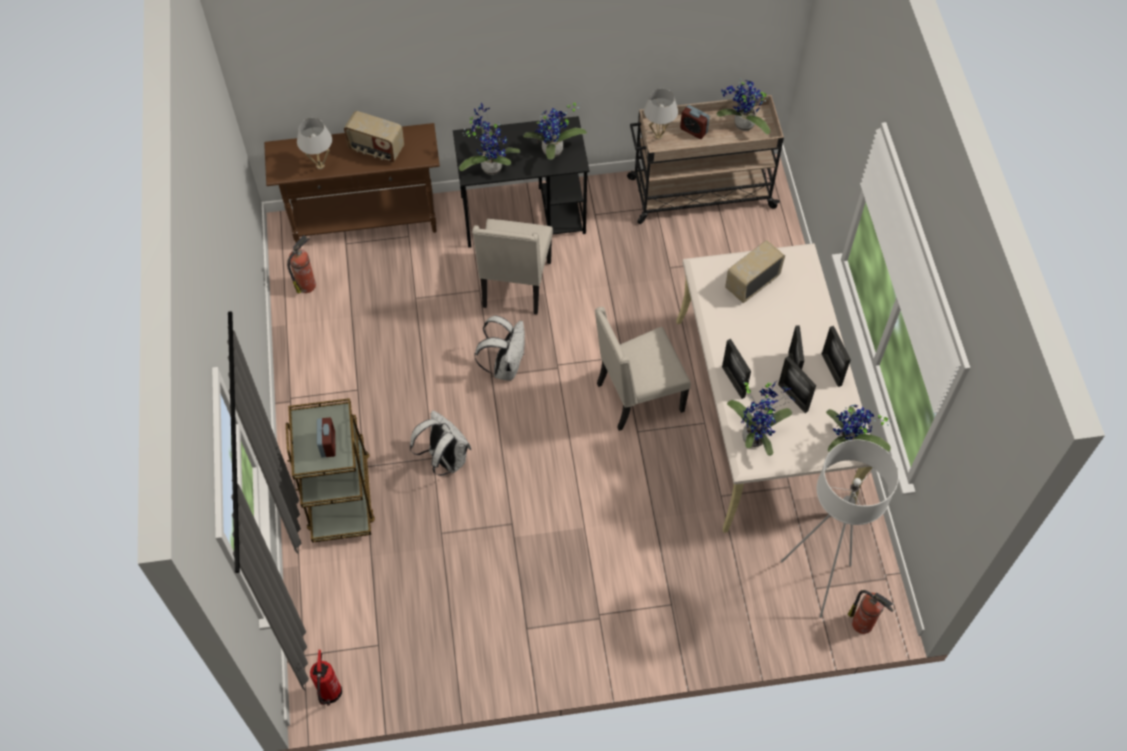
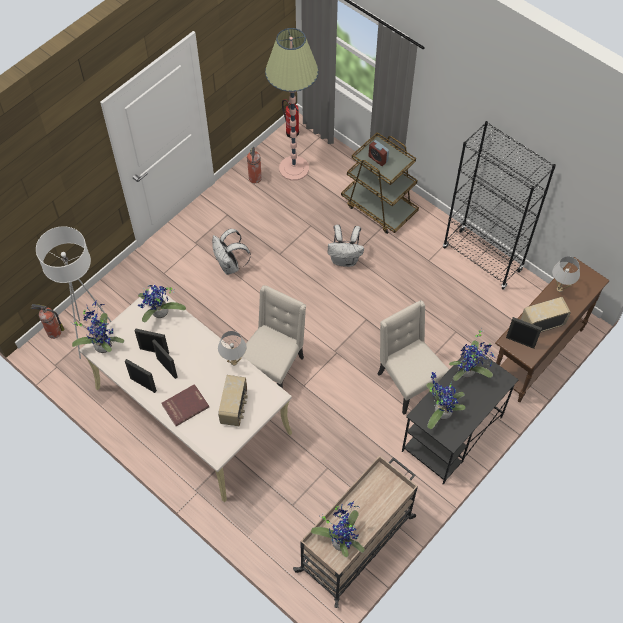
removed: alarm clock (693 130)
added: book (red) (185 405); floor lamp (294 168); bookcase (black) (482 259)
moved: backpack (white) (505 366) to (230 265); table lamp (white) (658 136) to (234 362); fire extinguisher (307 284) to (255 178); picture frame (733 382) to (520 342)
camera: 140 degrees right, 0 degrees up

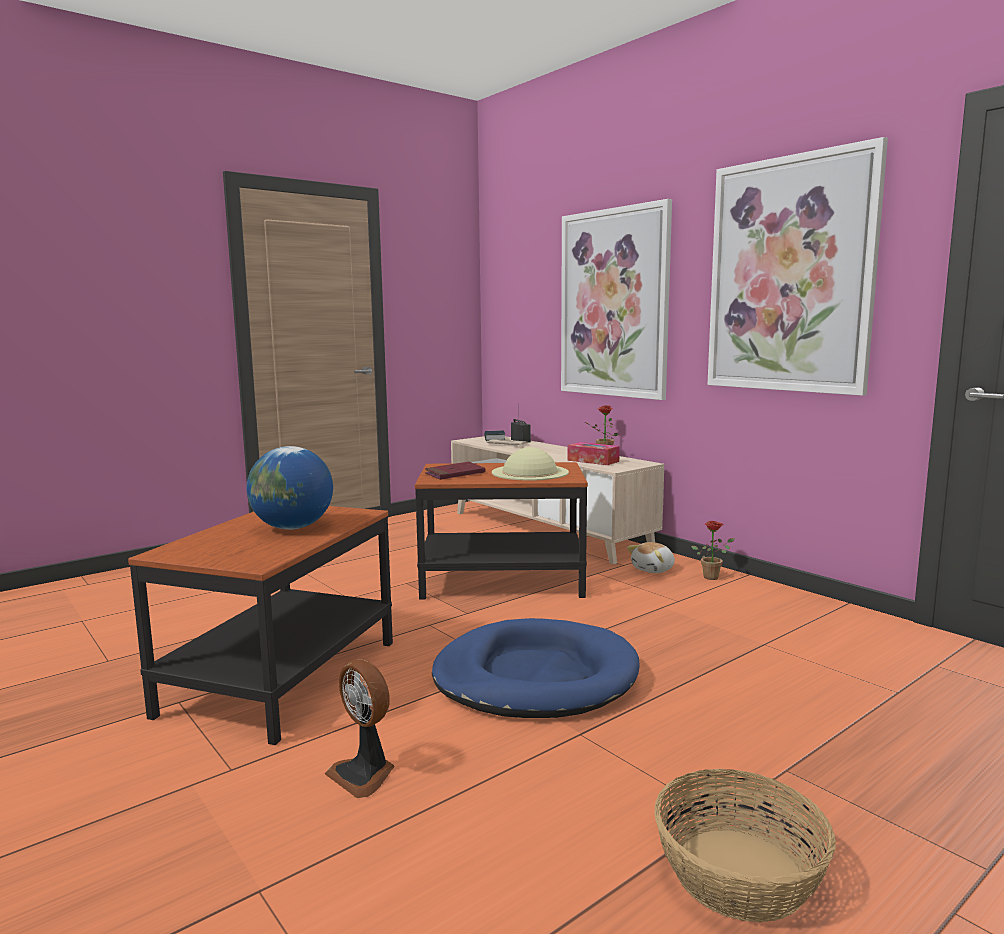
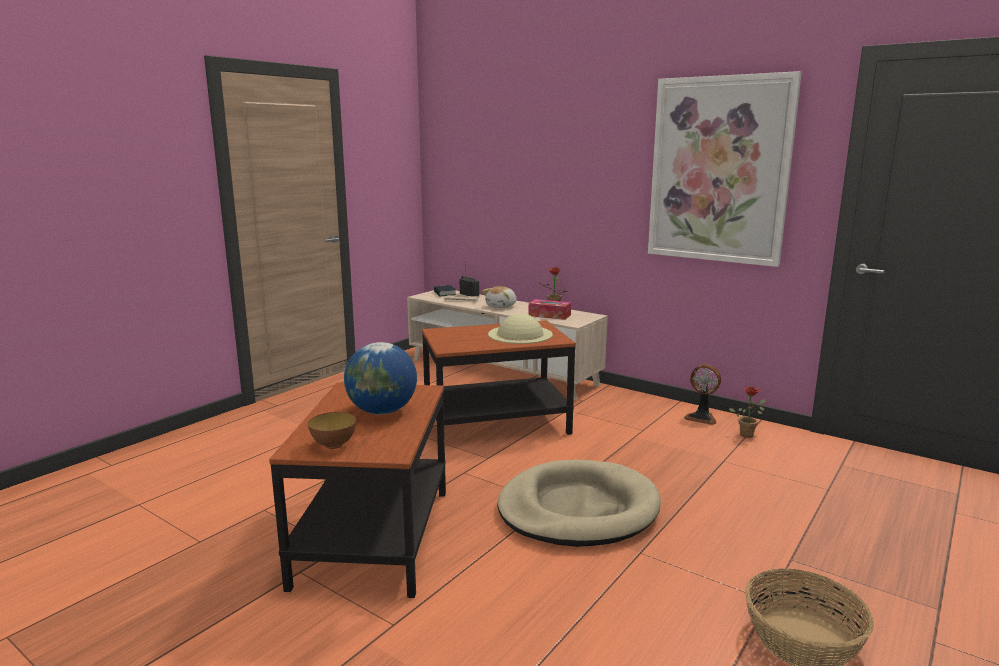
removed: book (red) (455 474); picture (614 303)
added: bowl (334 445)
moved: plush toy (654 569) to (502 306); fan (364 774) to (701 418); potted plant (713 577) to (747 434)
recoloured: dog bed (blue) (535 676) to dog bed (beige) (578 509)
camera: 15 degrees left, 5 degrees up

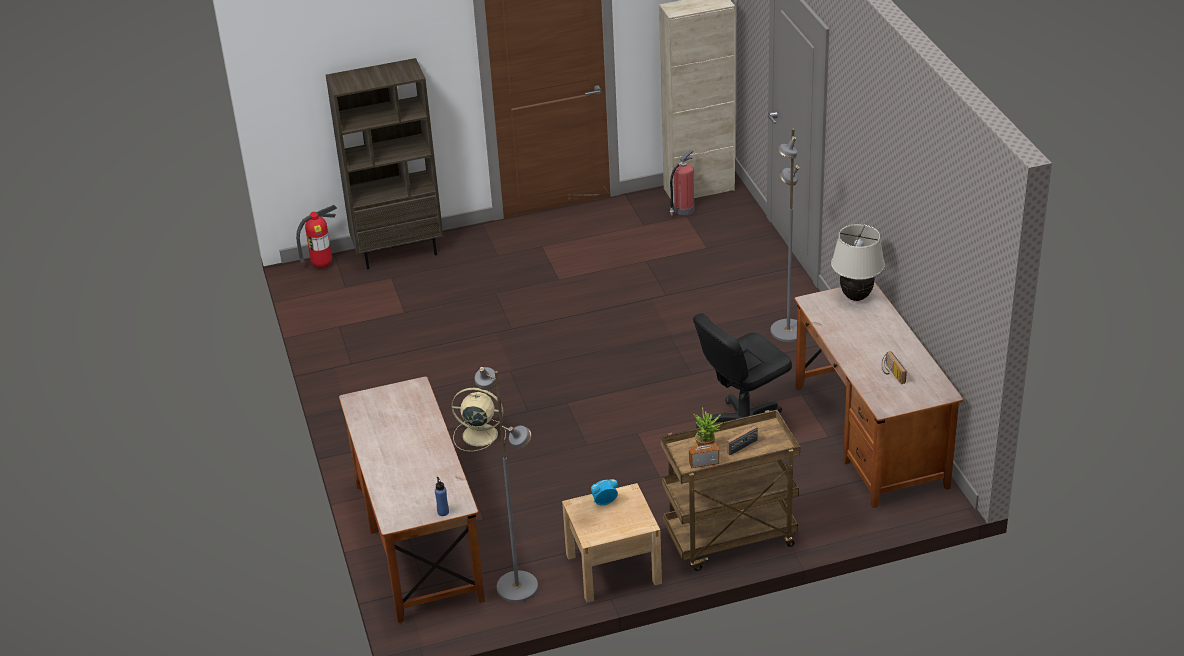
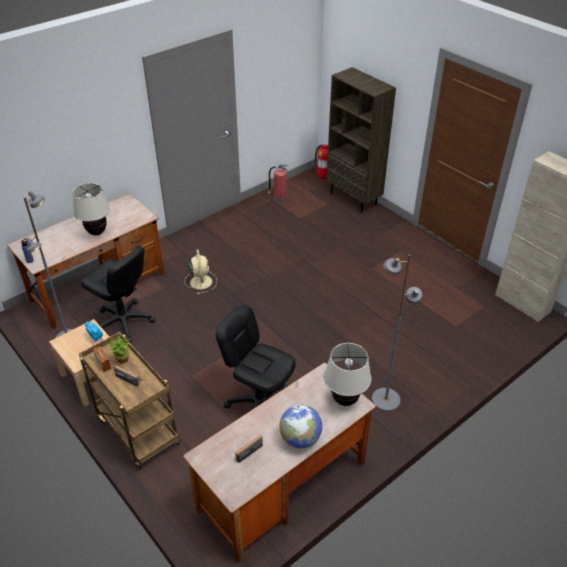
added: table lamp (beige) (97 232); office chair (black) (123 322); globe (300 439)
moved: fire extinguisher (683 210) to (279 198)
camera: 65 degrees right, 5 degrees up

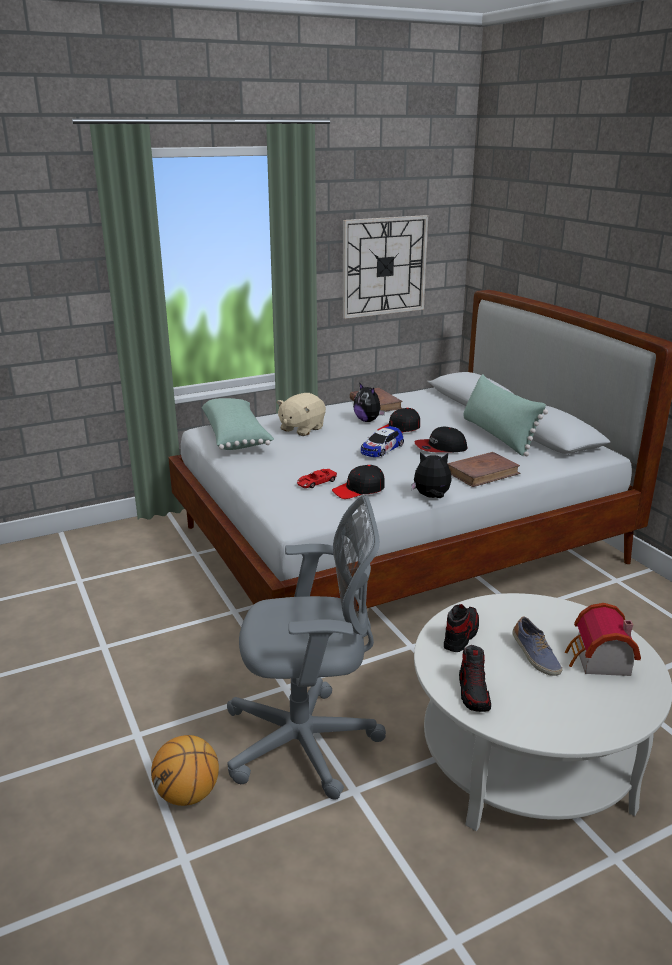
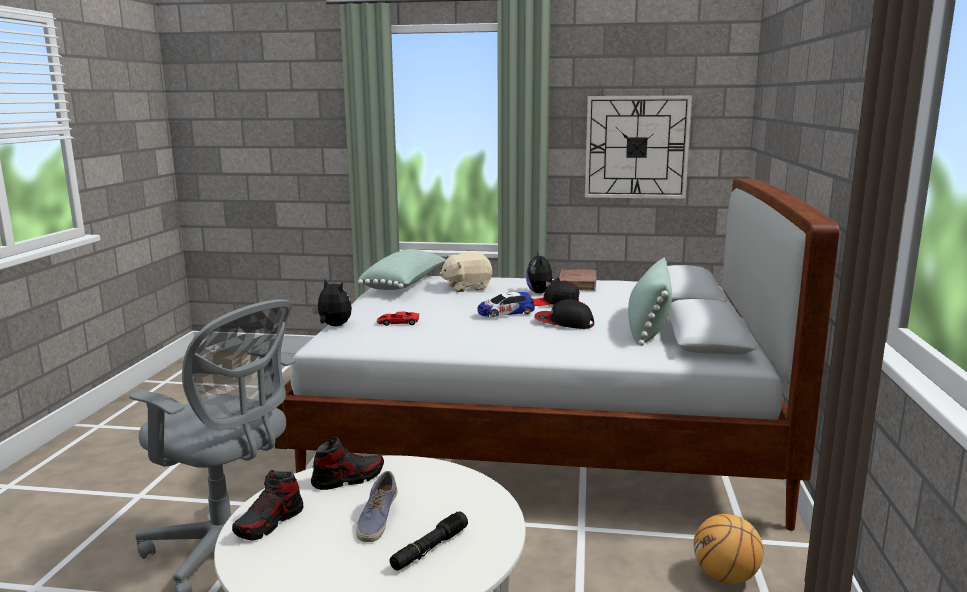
removed: cap (black) (359 490); book (brown) (482 473)
moved: plush toy (431 497) to (333 326); basketball (188 794) to (725 577)
replaced: toy house (599 661) to flashlight (black) (429 549)
camera: 35 degrees right, 10 degrees down

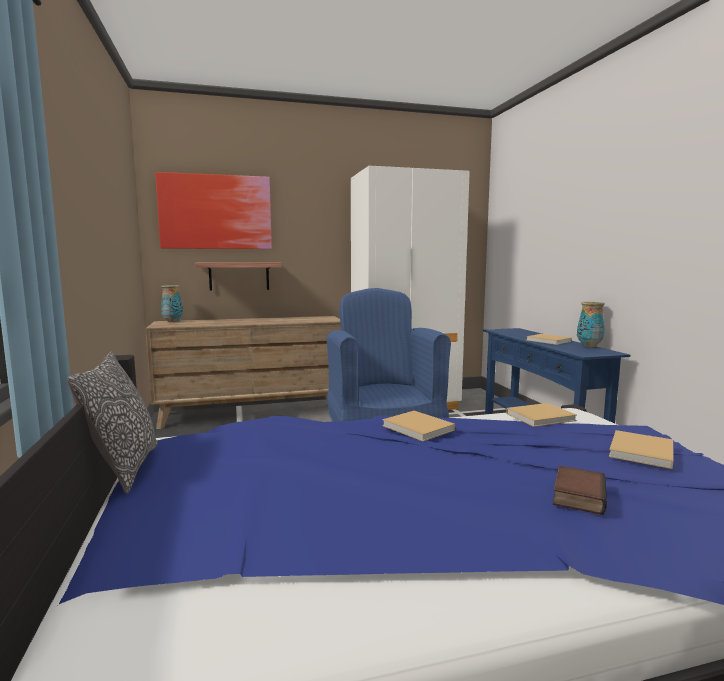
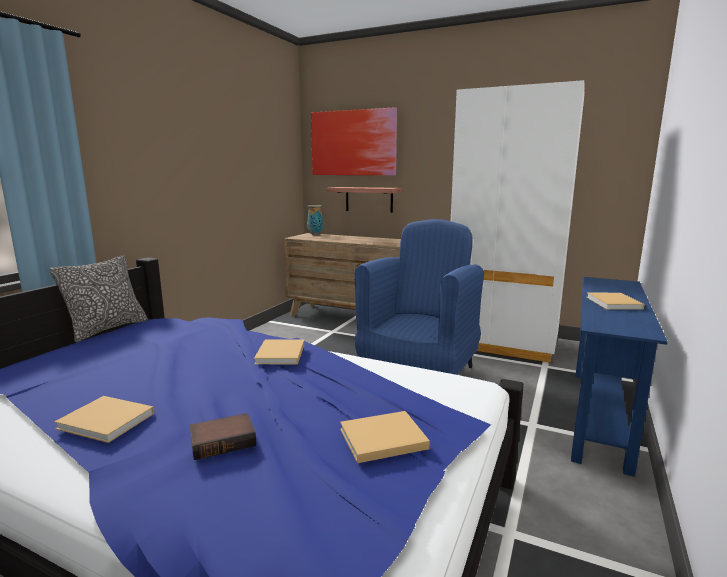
removed: vase (589 346)
moved: book (beige) (542 417) to (108 421)
camera: 40 degrees right, 5 degrees up

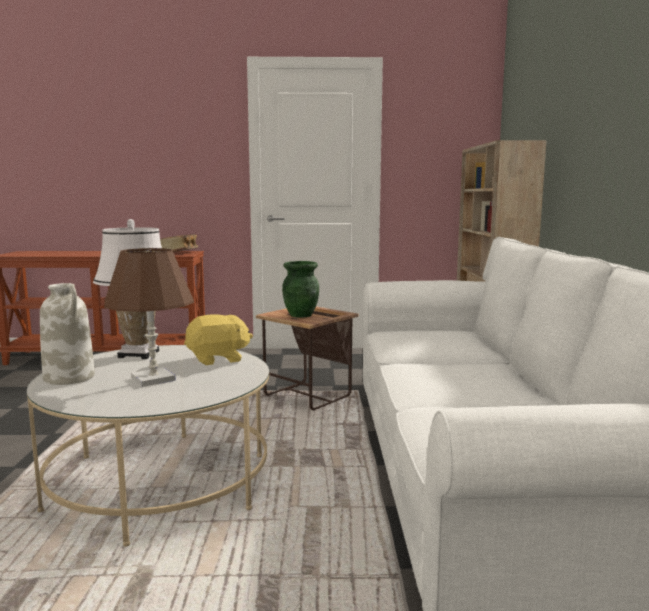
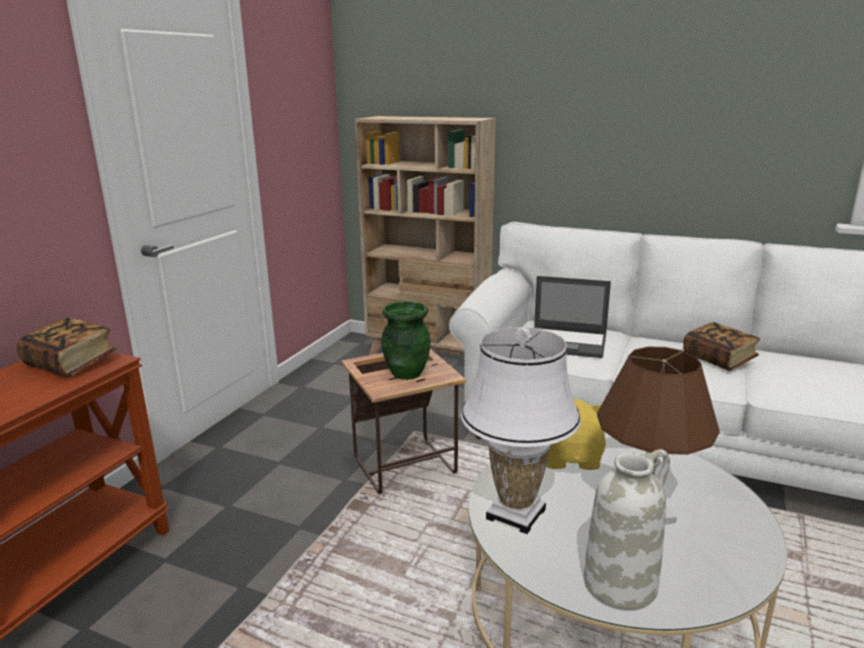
added: laptop (568 343); book (718 359)
camera: 65 degrees left, 10 degrees up

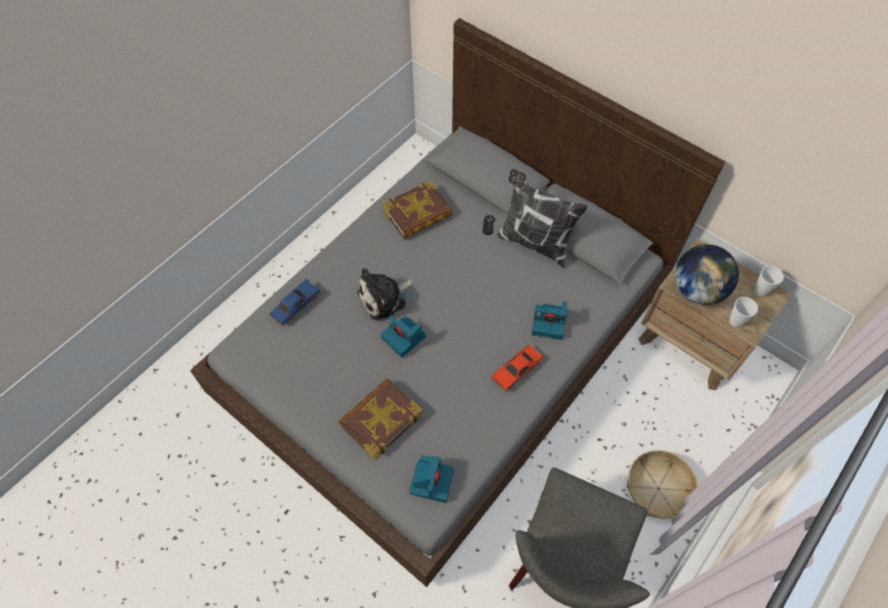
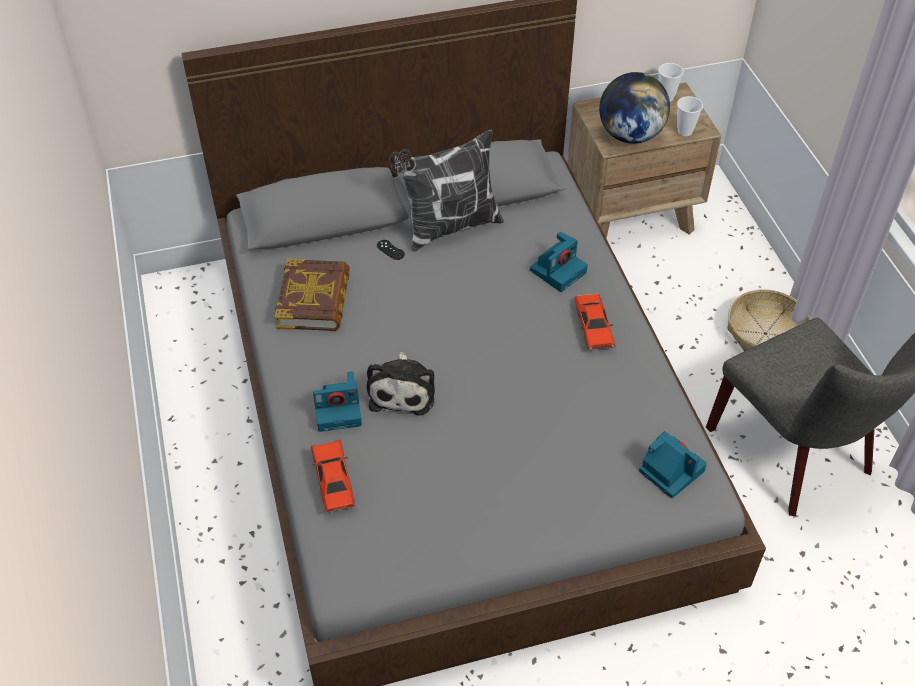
removed: book (380 419)
moved: photo camera (404 337) to (339 409)
recoloured: toy car (blue) (296 305) to toy car (red) (333 481)
camera: 55 degrees left, 10 degrees down

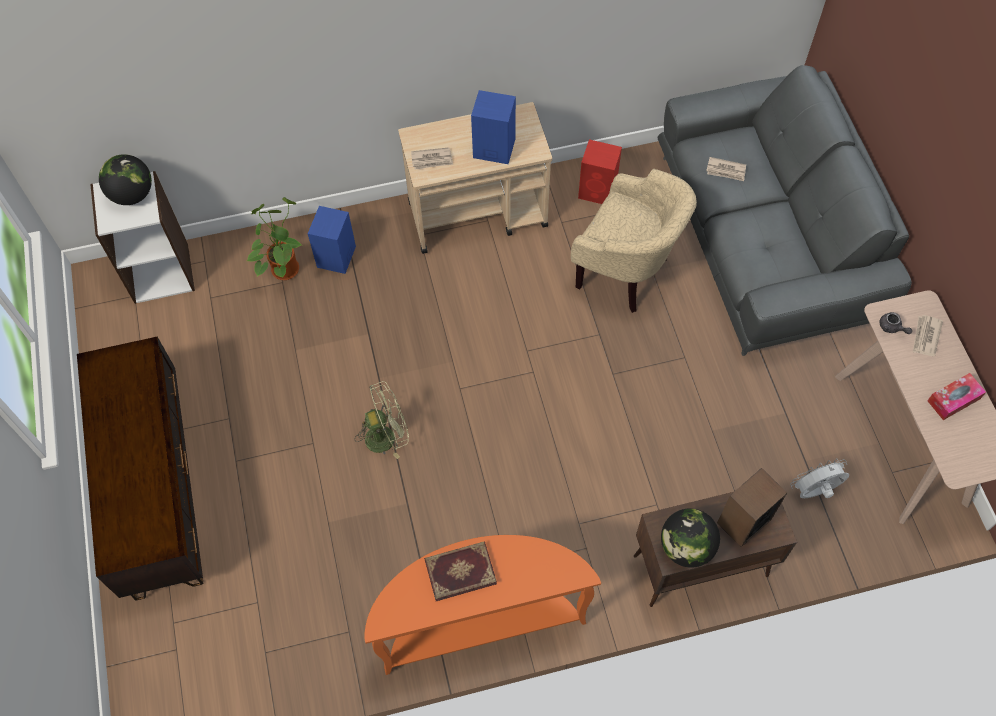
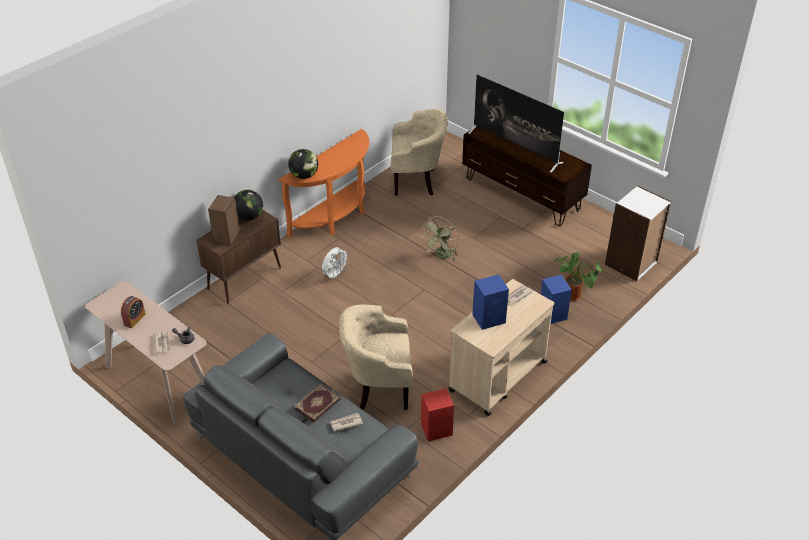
added: armchair (beige) (417 181); television (515 148)
moved: globe (132 194) to (304 176); book (460 570) to (318 405); fan (white) (814 492) to (335 275)
replaced: tissue box (953 400) to alarm clock (134 319)
camera: 145 degrees right, 20 degrees down

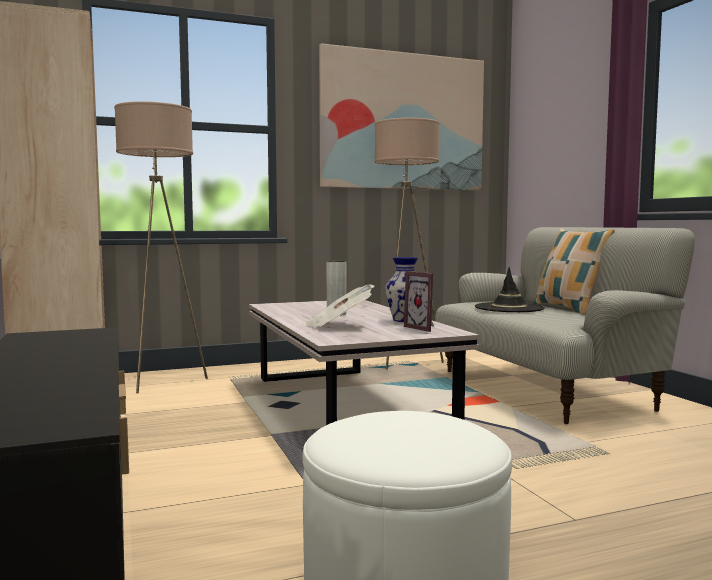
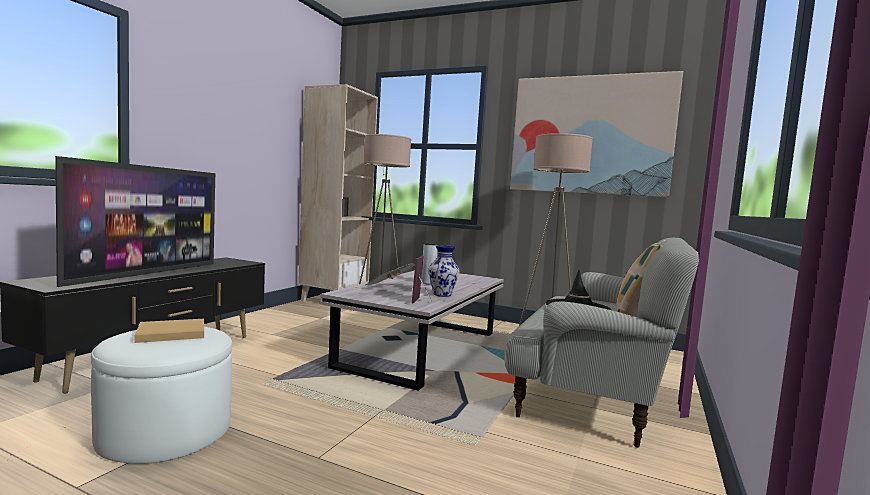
added: television (146 274); book (beige) (169 333)
camera: 45 degrees right, 0 degrees up

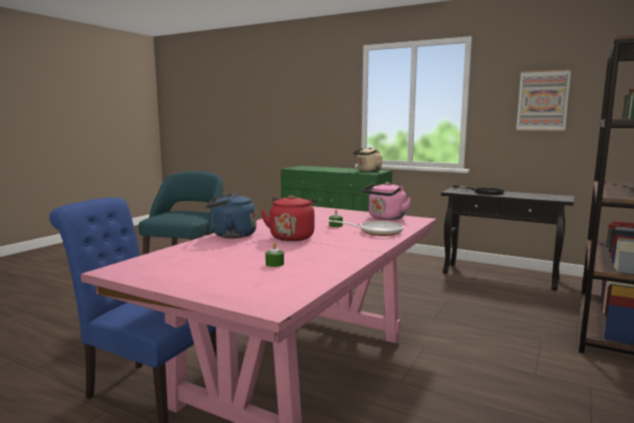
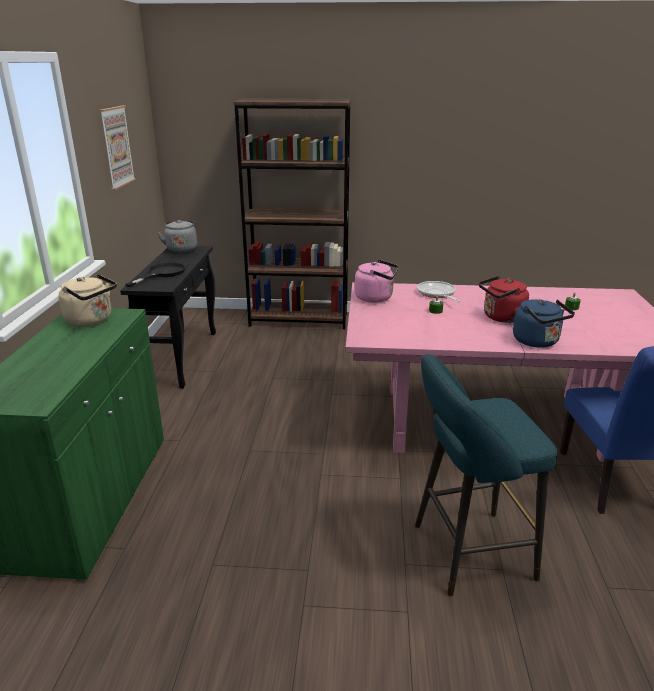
added: kettle (grey) (181 249)
camera: 115 degrees left, 15 degrees up

